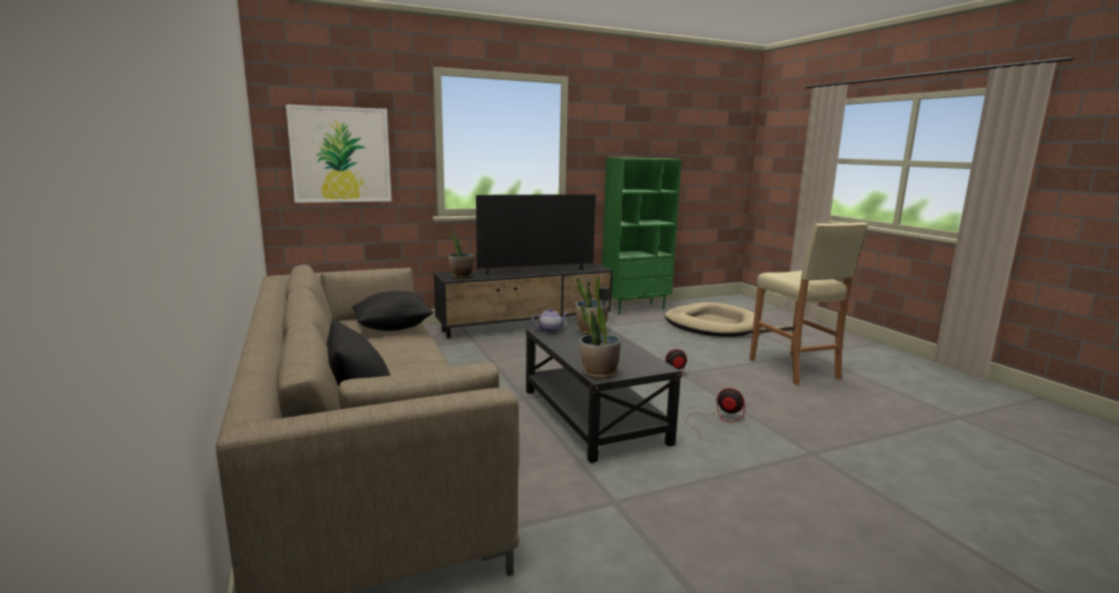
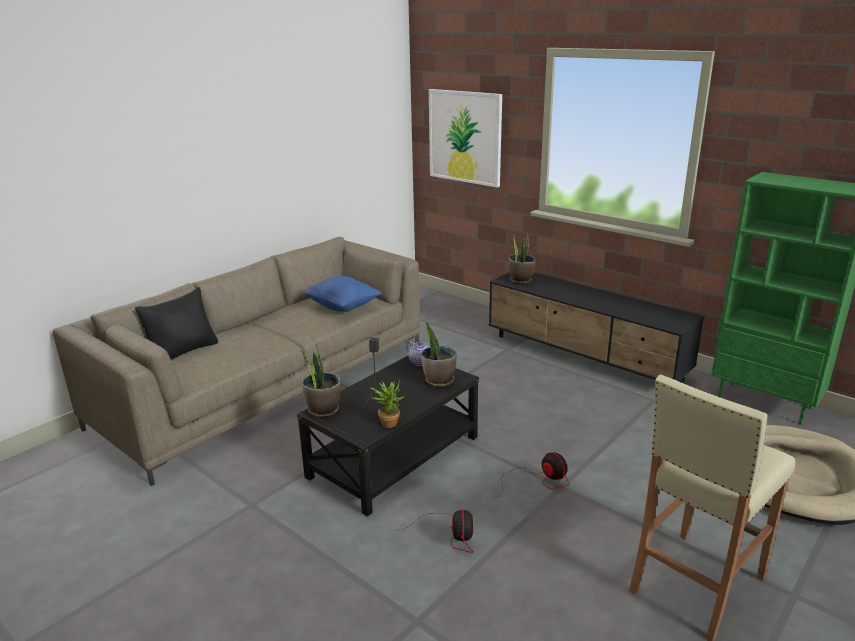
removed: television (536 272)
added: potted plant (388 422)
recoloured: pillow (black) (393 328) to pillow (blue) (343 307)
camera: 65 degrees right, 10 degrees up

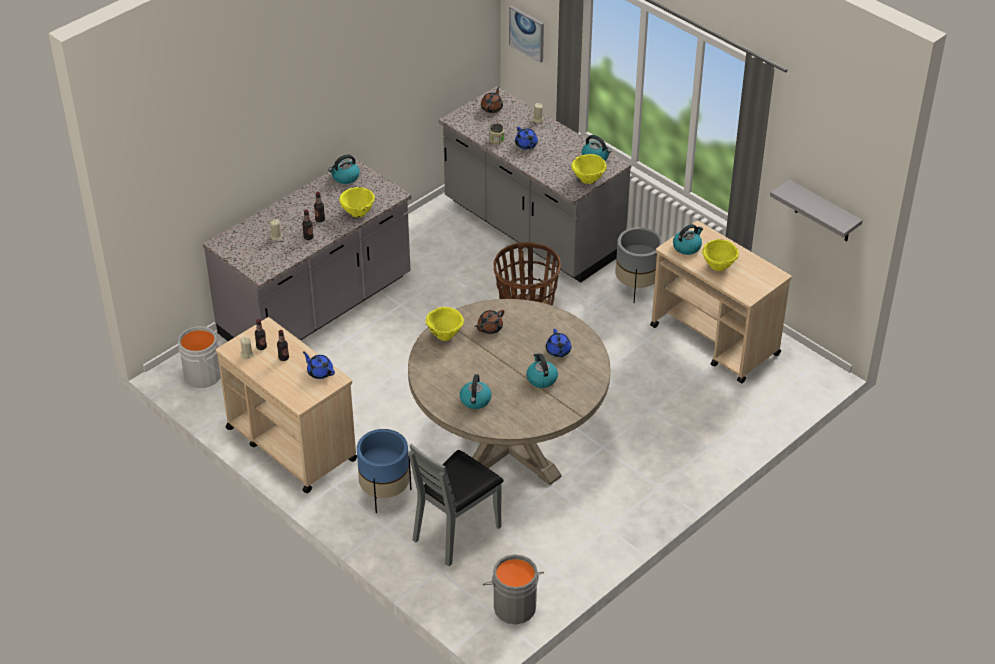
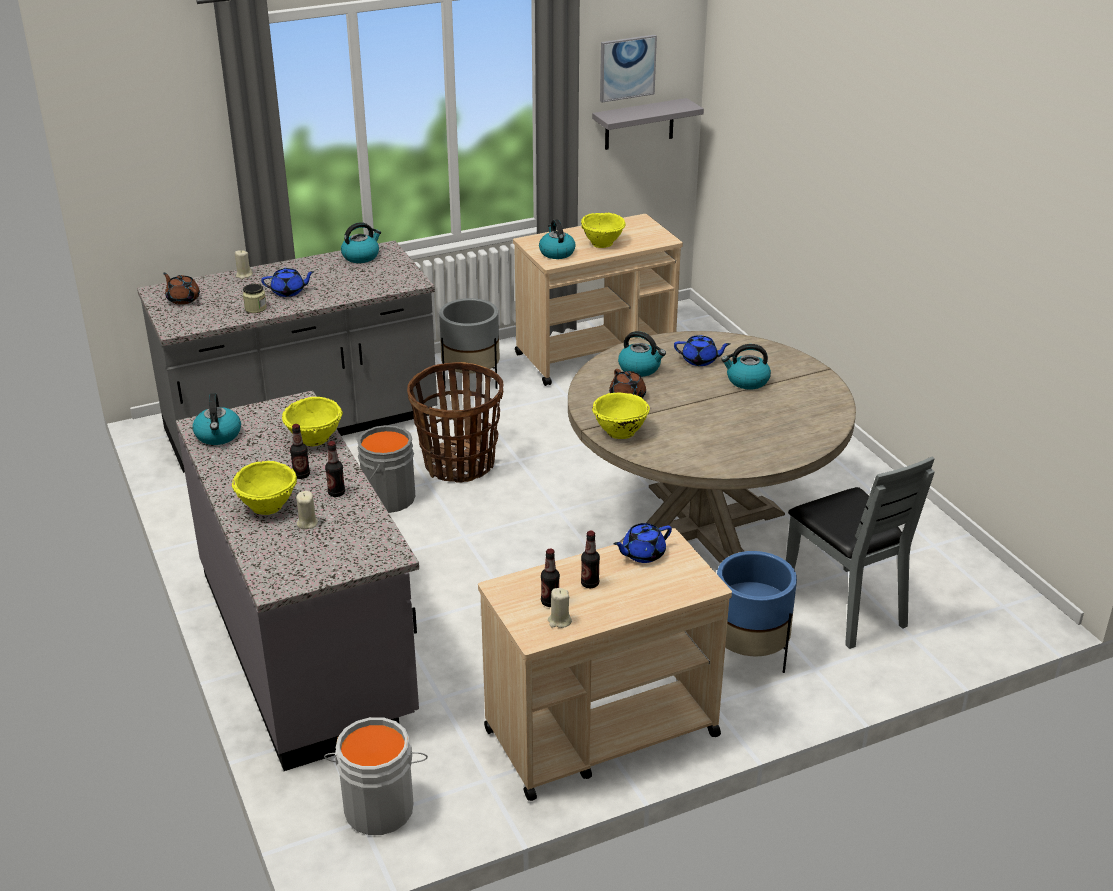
moved: bowl (yellow) (588 179) to (268 506); bucket (grey) (514 606) to (386 498); picture (527 33) to (627 68); kettle (475 400) to (640 368)
camera: 70 degrees left, 10 degrees down

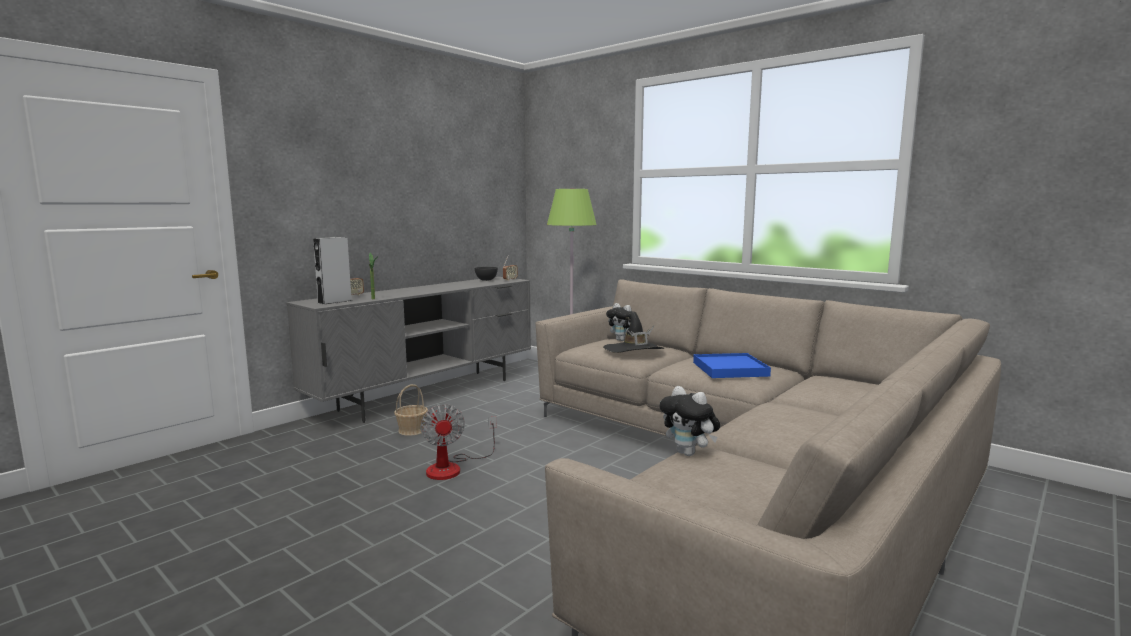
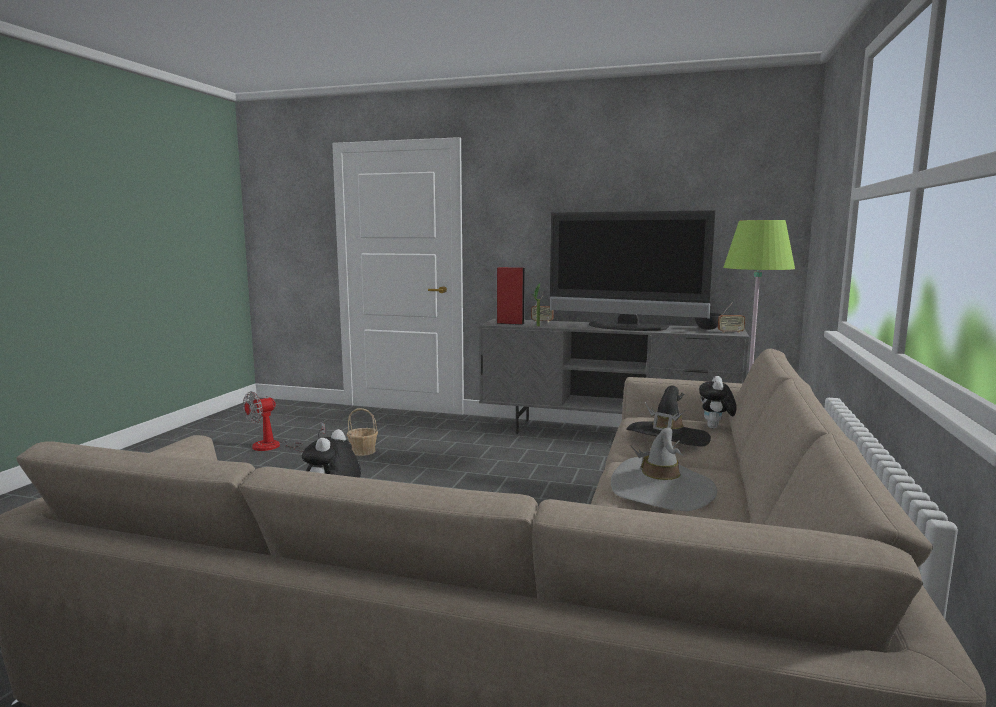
added: television (626 327)
moved: fan (452 467) to (275 447); basket (412 430) to (363 451)
replaced: tray (blue) (730 369) to hat (grey) (662 490)
recoloured: speaker (grey) (334 301) to speaker (red) (510 323)
camera: 65 degrees right, 0 degrees up

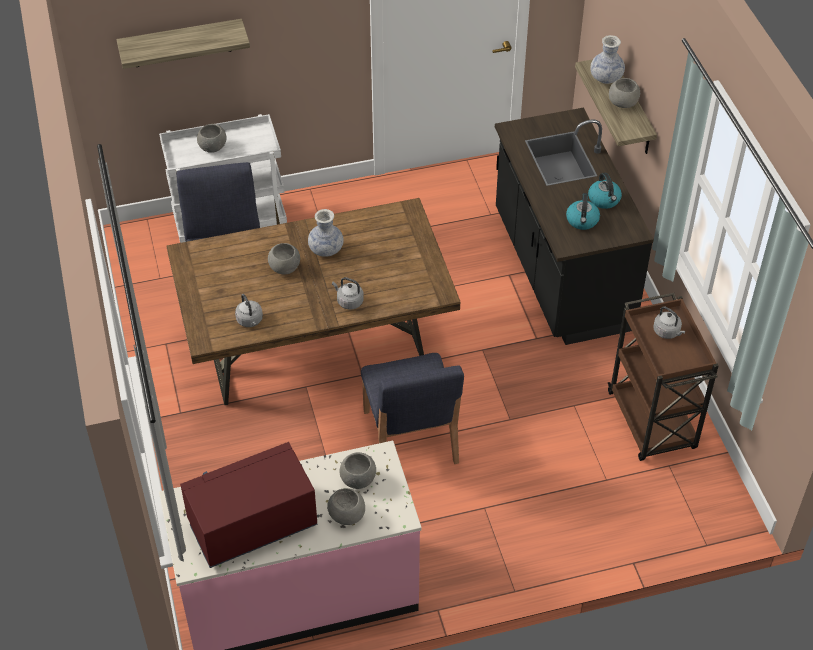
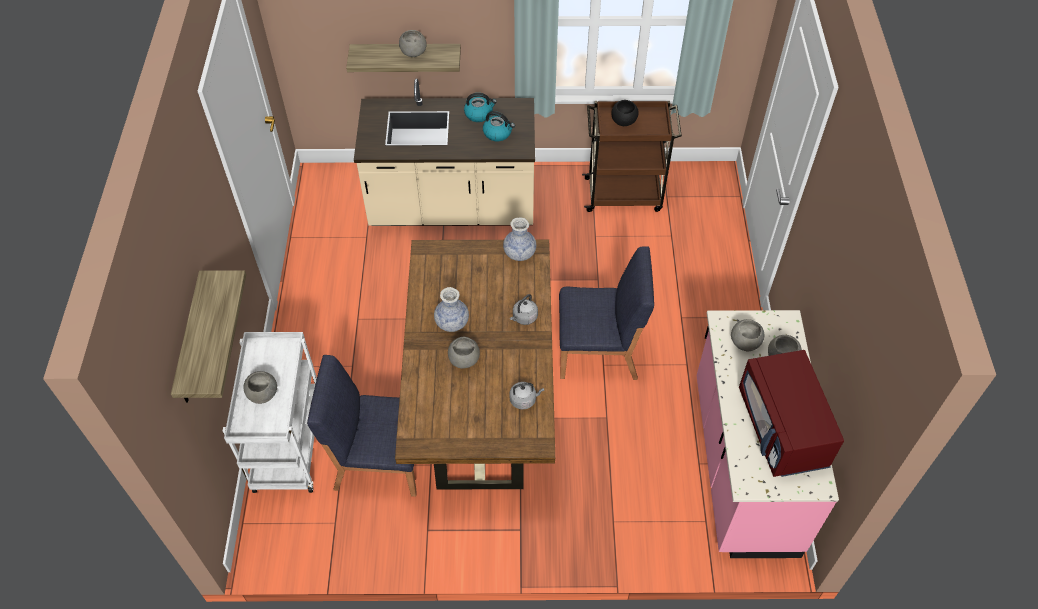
moved: vase (606 78) to (519 253)
replaced: kettle (grey) (667 332) to bowl (black) (624 121)
recoloured: counter (black) (560 272) to counter (beige) (452 208)
camera: 75 degrees left, 5 degrees up

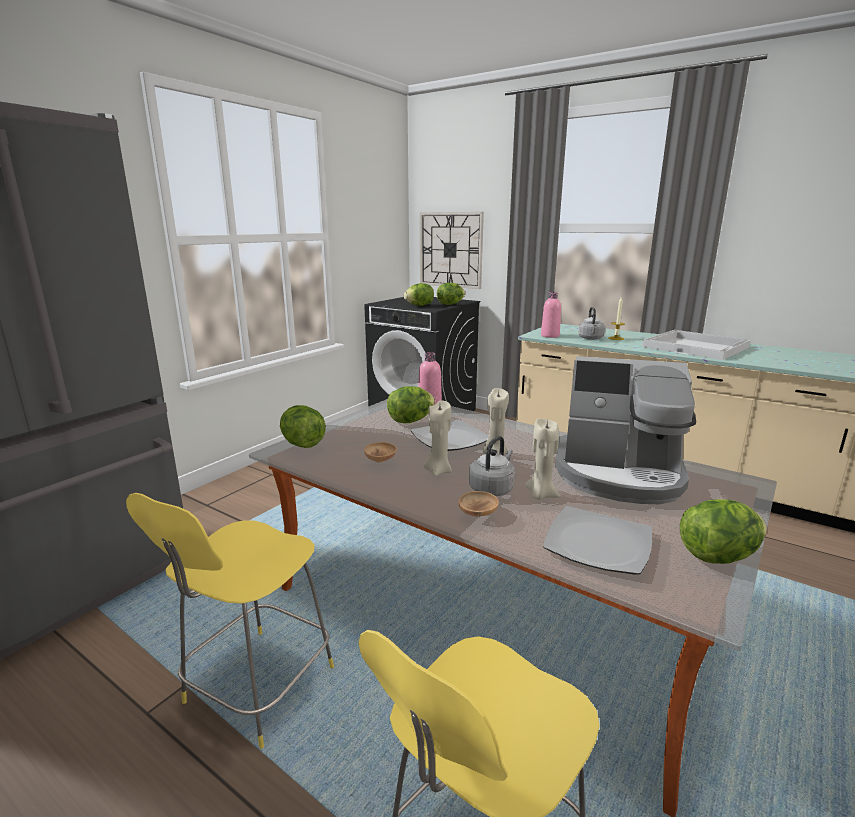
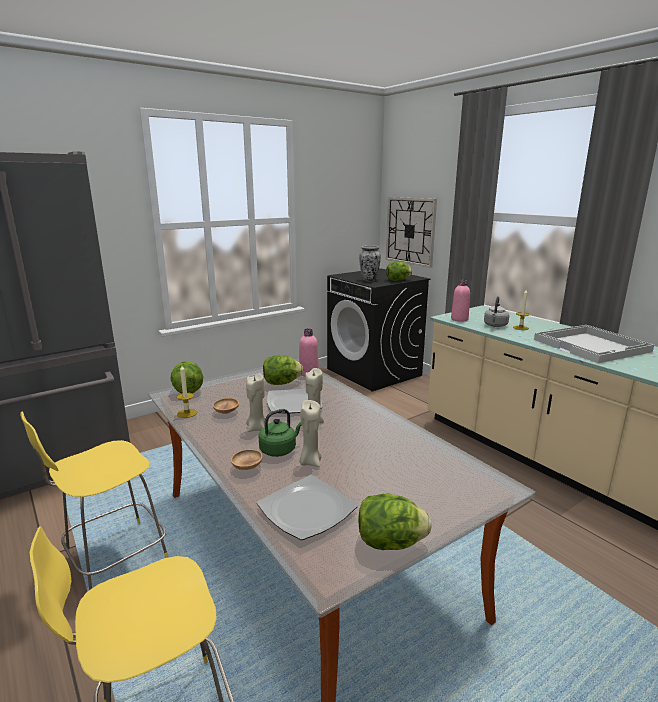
removed: coffee machine (619 474)
added: candle (187 413)
replaced: lettuce (419 305) to vase (369 280)
recoloured: kettle (grey) (492 488) to kettle (green) (279 450)
camera: 20 degrees right, 0 degrees up

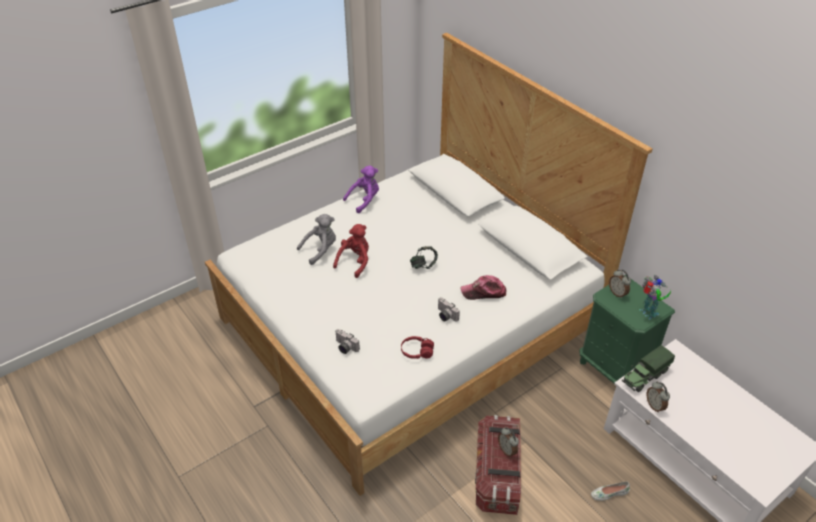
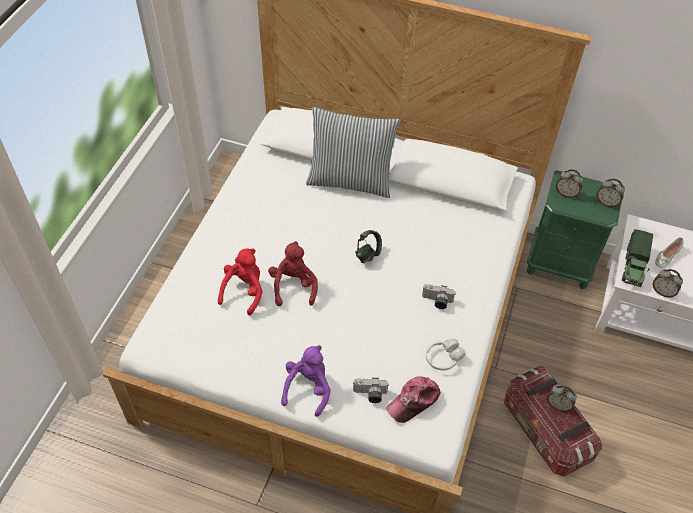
added: pillow (350 181)
moved: plush toy (purple) (364 200) to (308 388); cap (483 292) to (414 401); shoe (white) (609 493) to (666 256)
replaced: toy robot (648 314) to alarm clock (606 203)
recoloured: plush toy (grey) (320 250) to plush toy (red) (244 291); headphones (red) (417 352) to headphones (white) (443 358)
camera: 35 degrees left, 10 degrees up

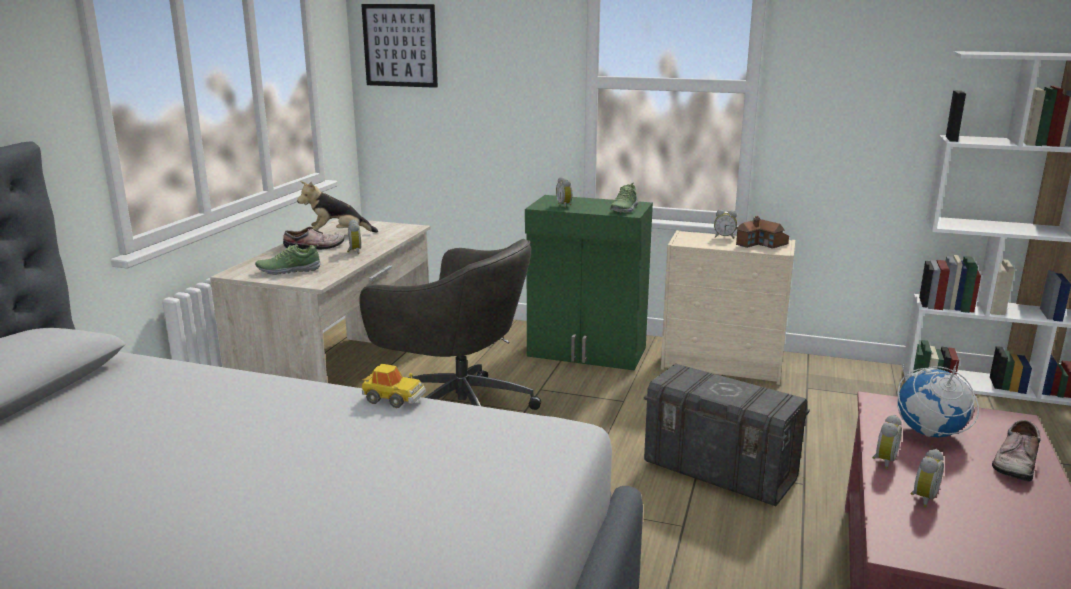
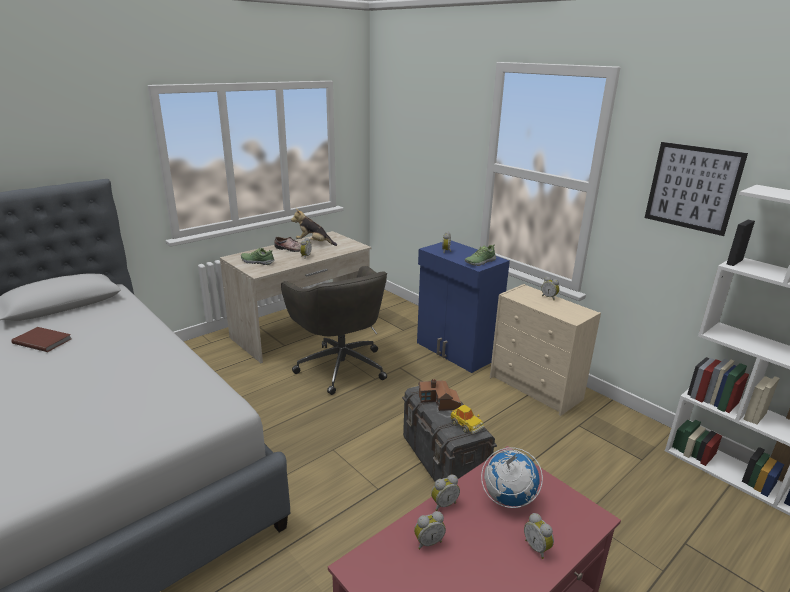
added: book (brown) (43 340)
moved: toy house (761 244) to (439 402); toy car (393 398) to (466 425); picture (400 45) to (692 187)
replaced: shoe (1013 462) to alarm clock (537 547)
recoloured: cabinet (green) (587 352) to cabinet (blue) (456 351)
camera: 30 degrees right, 5 degrees up

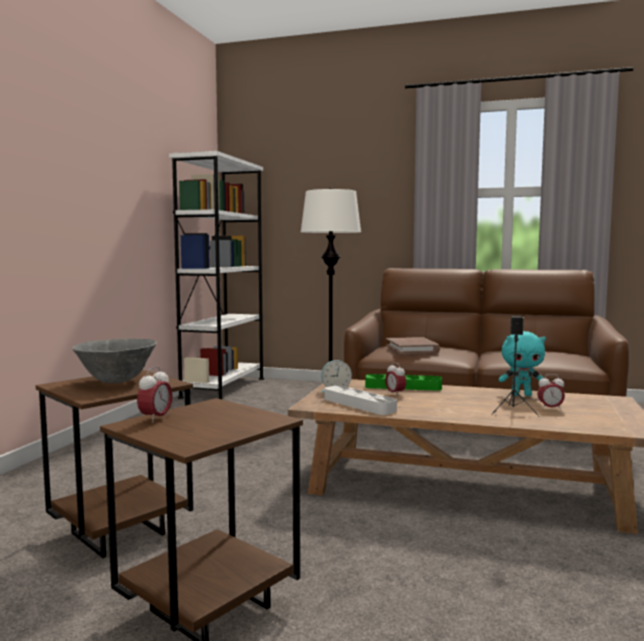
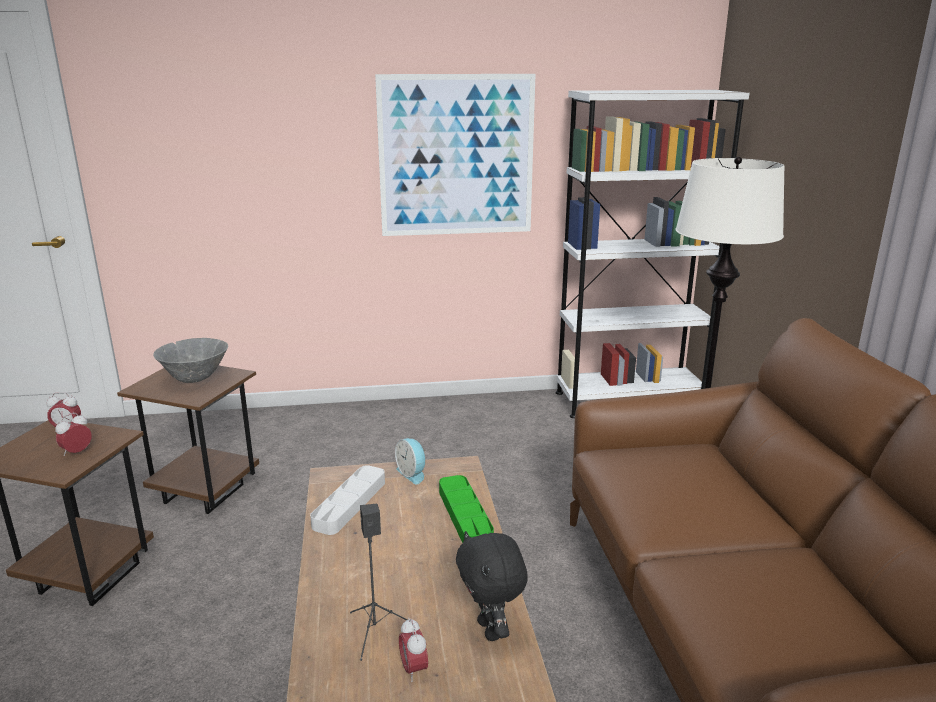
removed: book (brown) (412 349)
added: picture (456 156)
moved: alarm clock (395 394) to (77 452)
recoloured: plush toy (turquoise) (521 395) to plush toy (black) (491 630)
camera: 65 degrees right, 15 degrees up

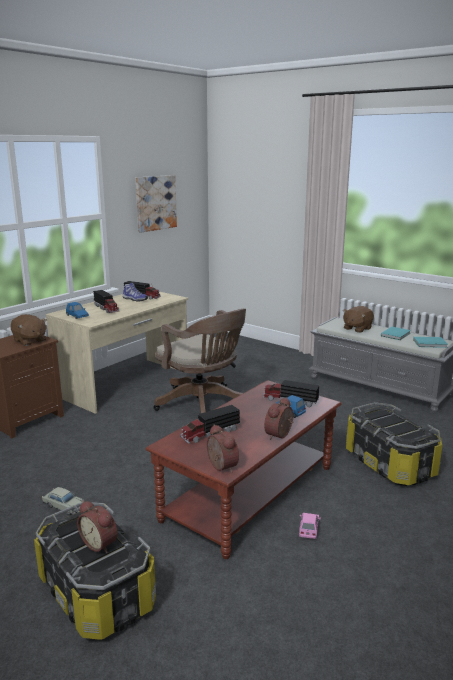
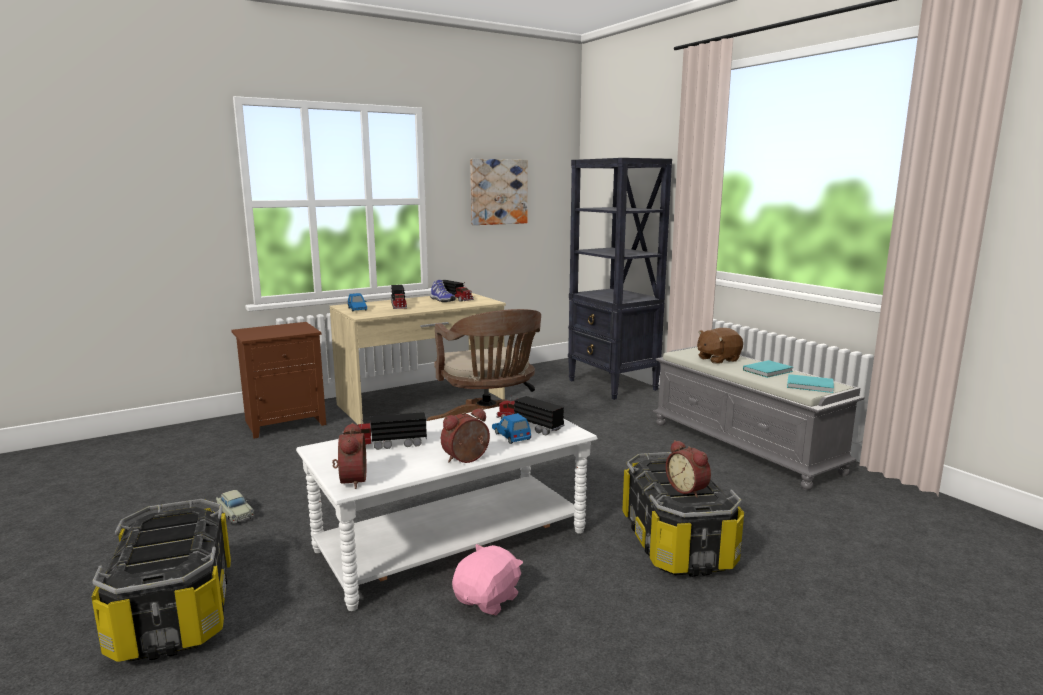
removed: plush toy (brown) (29 341)
added: bookcase (black) (613 385)
moved: alarm clock (100 543) to (688 489)
replaced: toy car (pink) (309 528) to plush toy (pink) (488 599)
recoloured: coffee table (brown) (249 493) to coffee table (white) (452 541)
camera: 20 degrees right, 5 degrees down

